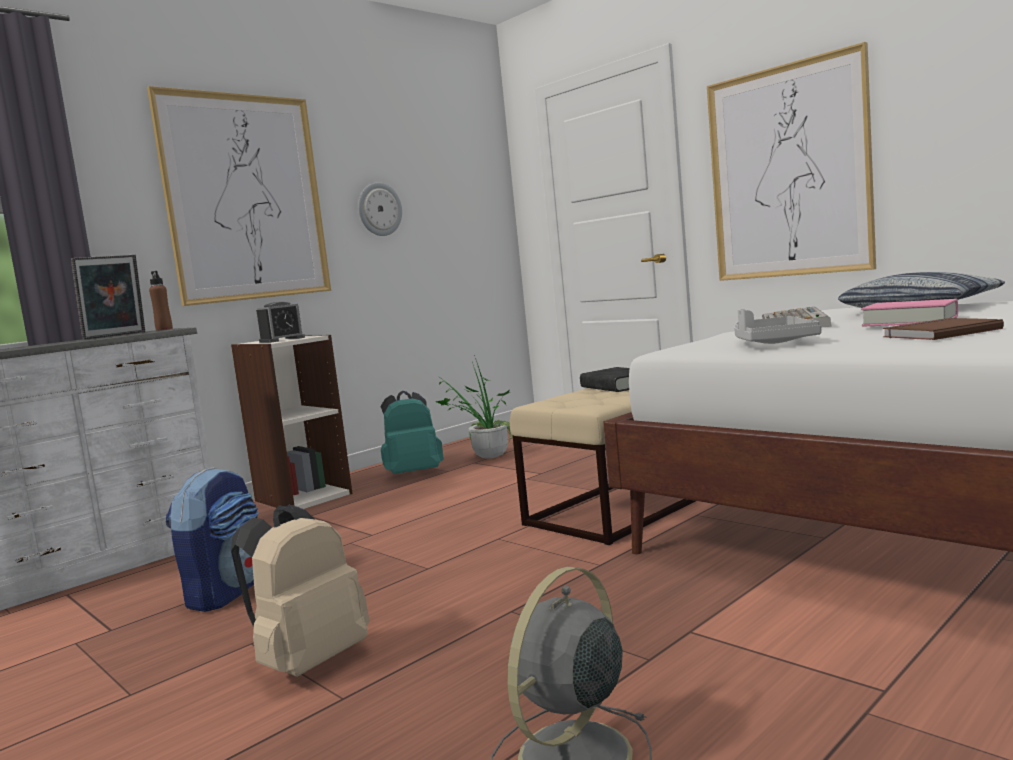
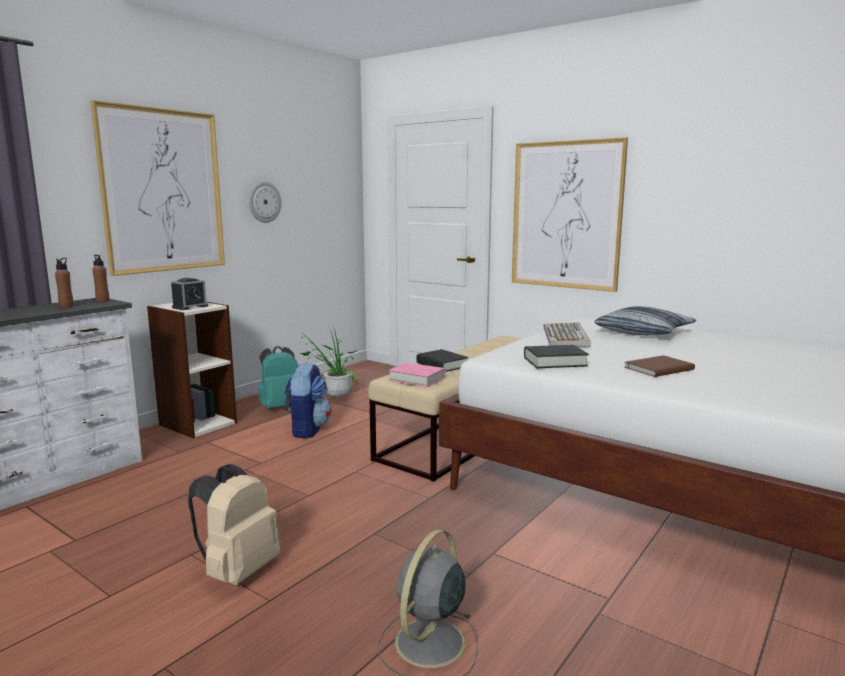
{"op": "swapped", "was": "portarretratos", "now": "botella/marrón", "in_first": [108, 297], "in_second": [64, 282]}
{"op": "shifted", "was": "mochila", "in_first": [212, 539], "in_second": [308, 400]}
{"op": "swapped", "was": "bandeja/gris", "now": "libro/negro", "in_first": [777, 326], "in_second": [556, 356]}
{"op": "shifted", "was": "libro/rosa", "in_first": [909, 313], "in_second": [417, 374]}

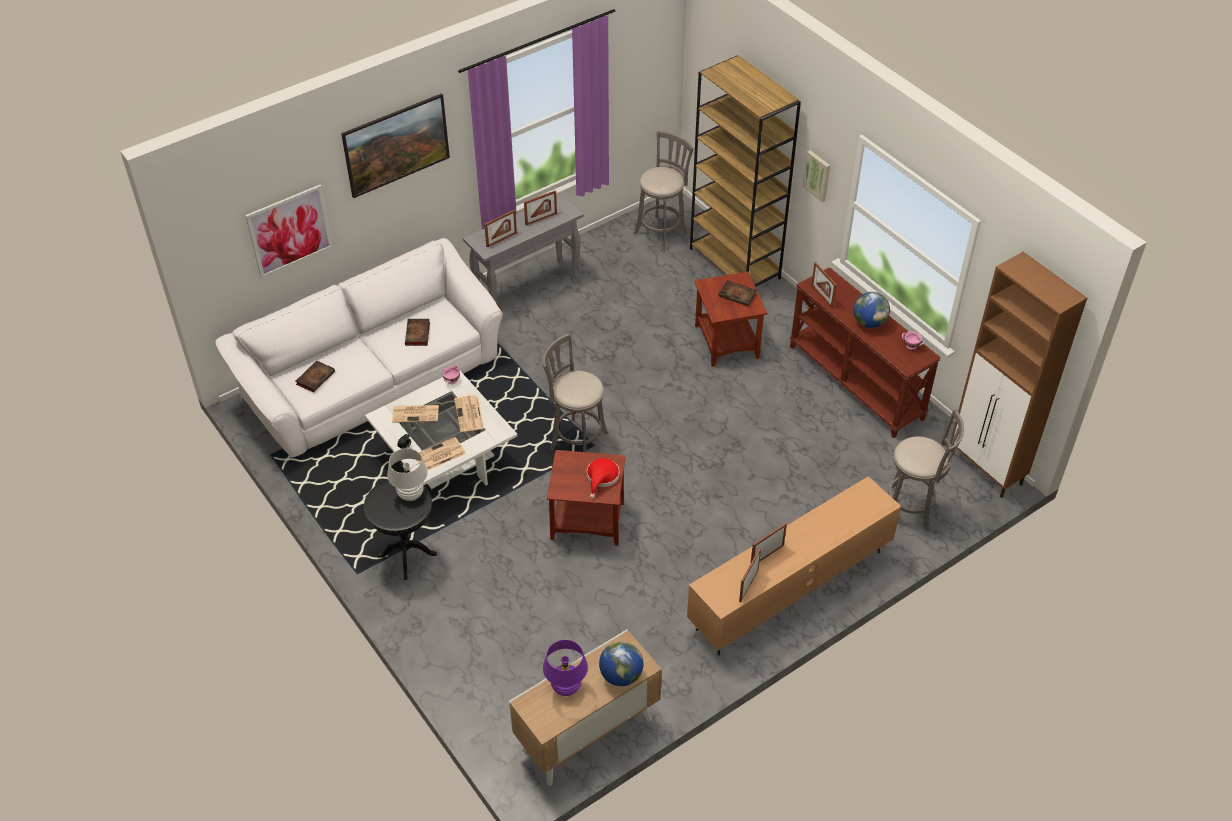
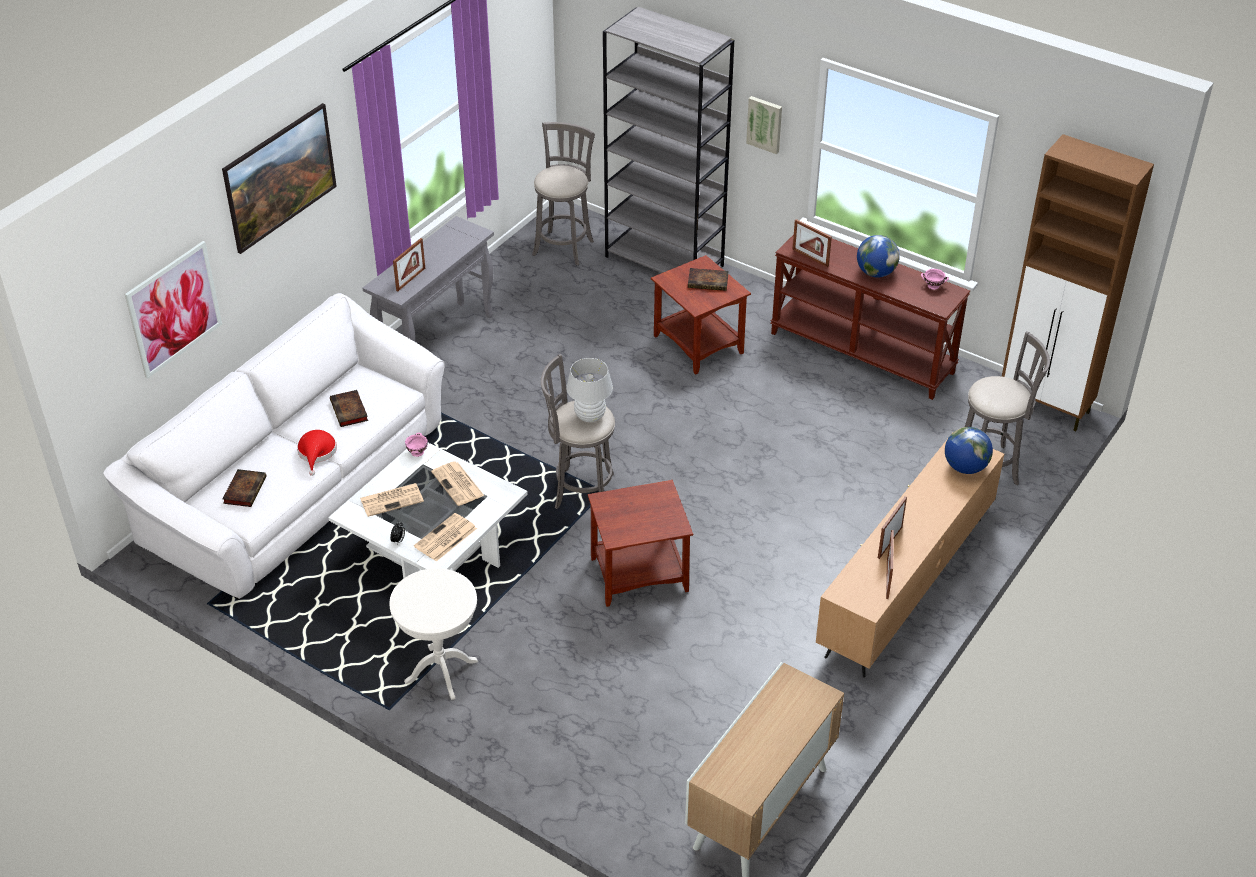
{"op": "repainted", "was": "mesa auxiliar/negro", "now": "mesa auxiliar/blanco", "in_first": [400, 530], "in_second": [433, 634]}
{"op": "shifted", "was": "lámpara de mesa/blanco", "in_first": [407, 474], "in_second": [589, 390]}
{"op": "gone", "was": "portarretratos", "in_first": [540, 207]}
{"op": "gone", "was": "lámpara de mesa/morado", "in_first": [565, 668]}
{"op": "shifted", "was": "sombrero/rojo", "in_first": [603, 478], "in_second": [317, 453]}
{"op": "shifted", "was": "globo terráqueo", "in_first": [621, 663], "in_second": [969, 450]}
{"op": "repainted", "was": "estantería/marrón", "now": "estantería/gris", "in_first": [745, 171], "in_second": [668, 140]}

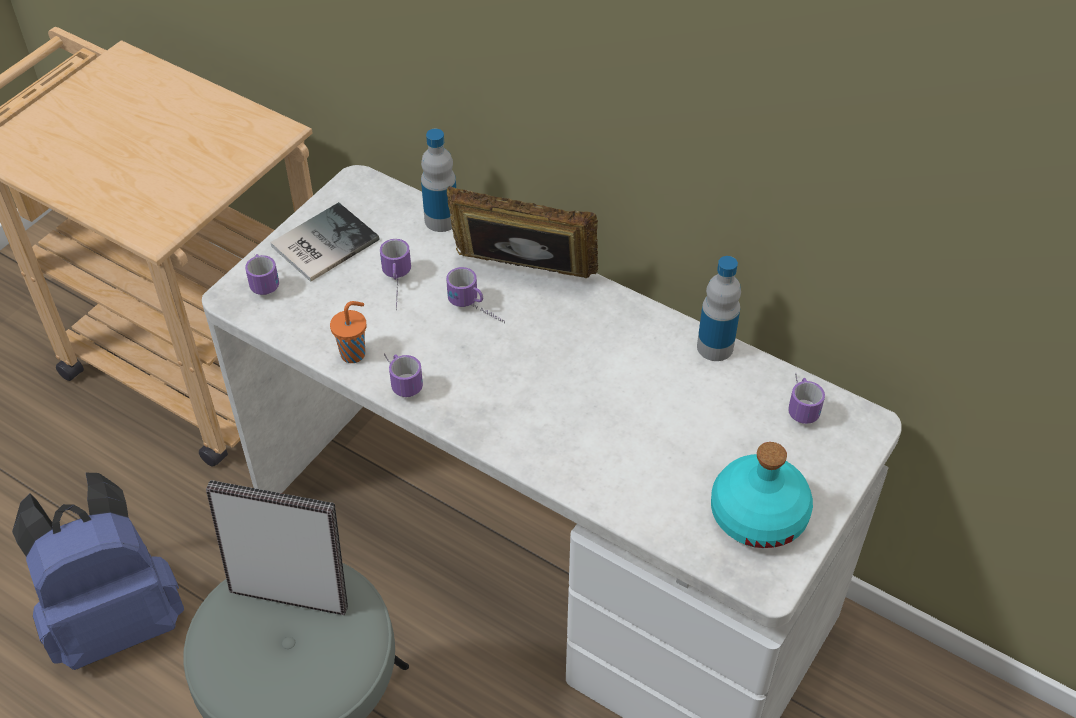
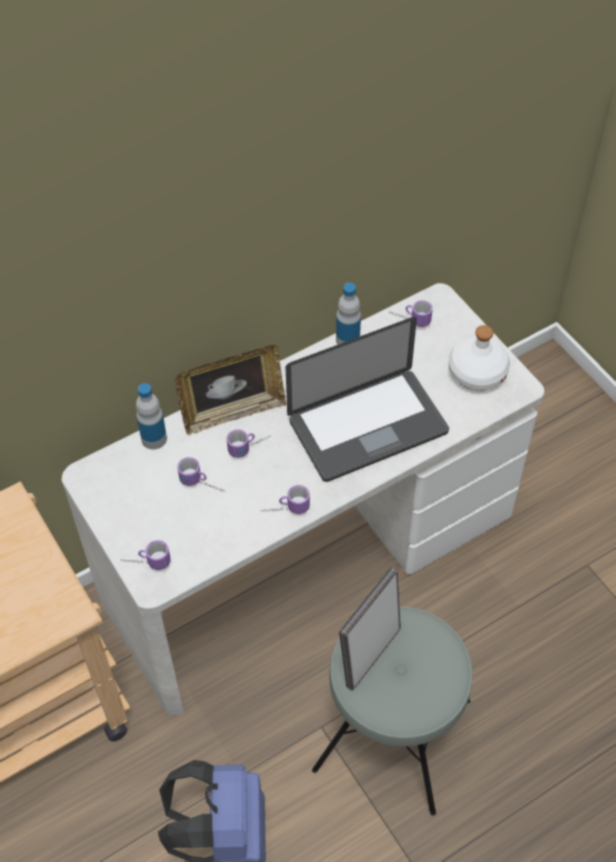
{"op": "gone", "was": "libro", "in_first": [324, 242]}
{"op": "gone", "was": "taza/naranja", "in_first": [348, 332]}
{"op": "rotated", "was": "portarretratos", "in_first": [522, 232], "in_second": [230, 390], "clockwise": -150}
{"op": "repainted", "was": "botella/turquesa", "now": "botella/blanco", "in_first": [762, 495], "in_second": [479, 358]}
{"op": "new", "now": "portátil", "in_second": [367, 399]}

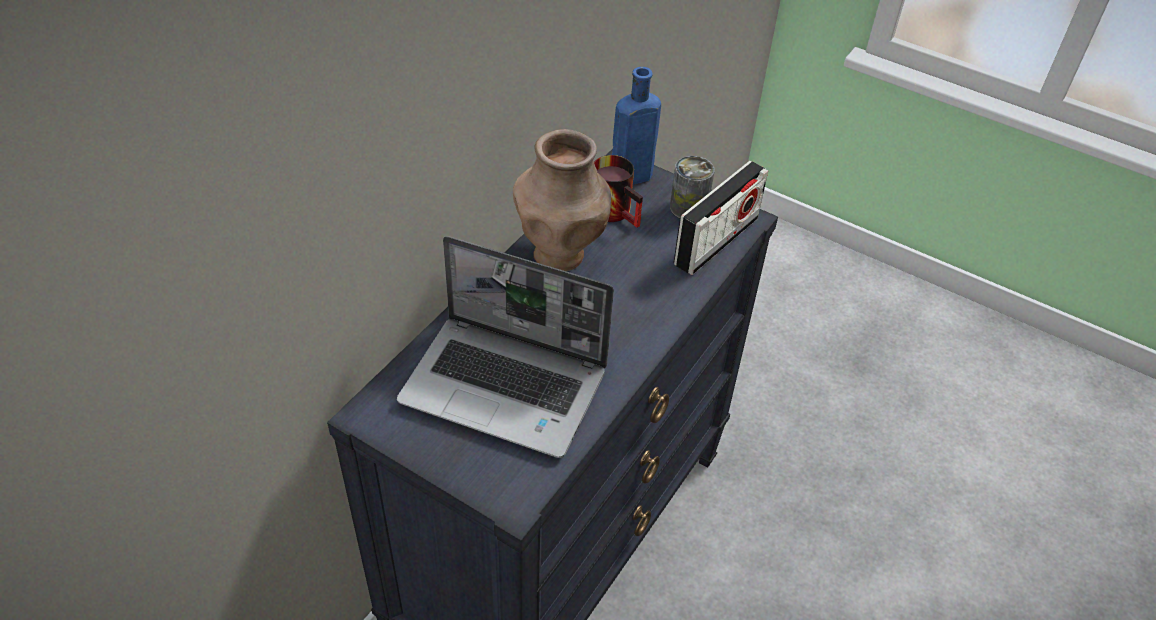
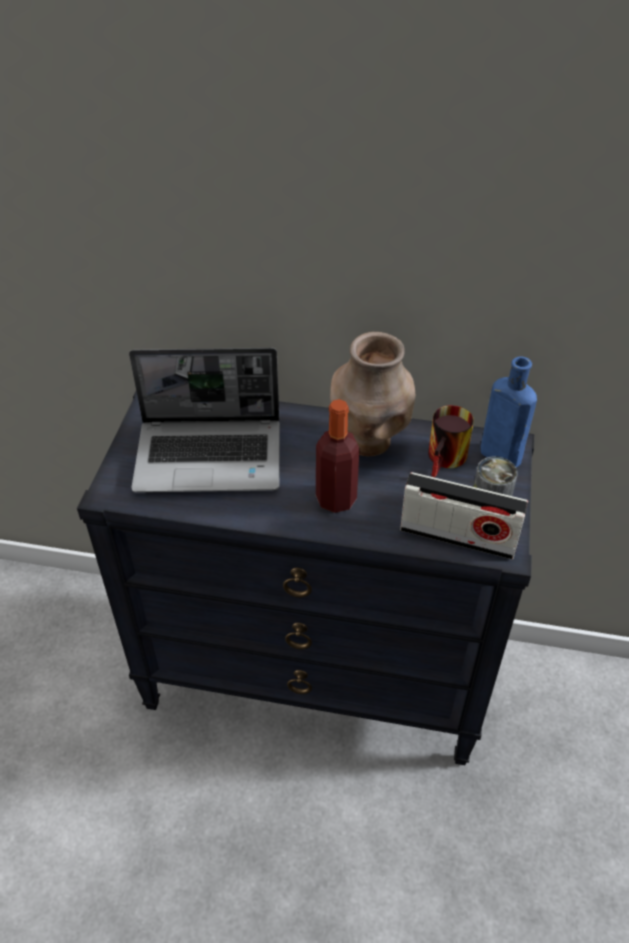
{"op": "rotated", "was": "portátil", "in_first": [505, 347], "in_second": [204, 420], "clockwise": -90}
{"op": "new", "now": "botella", "in_second": [338, 456]}

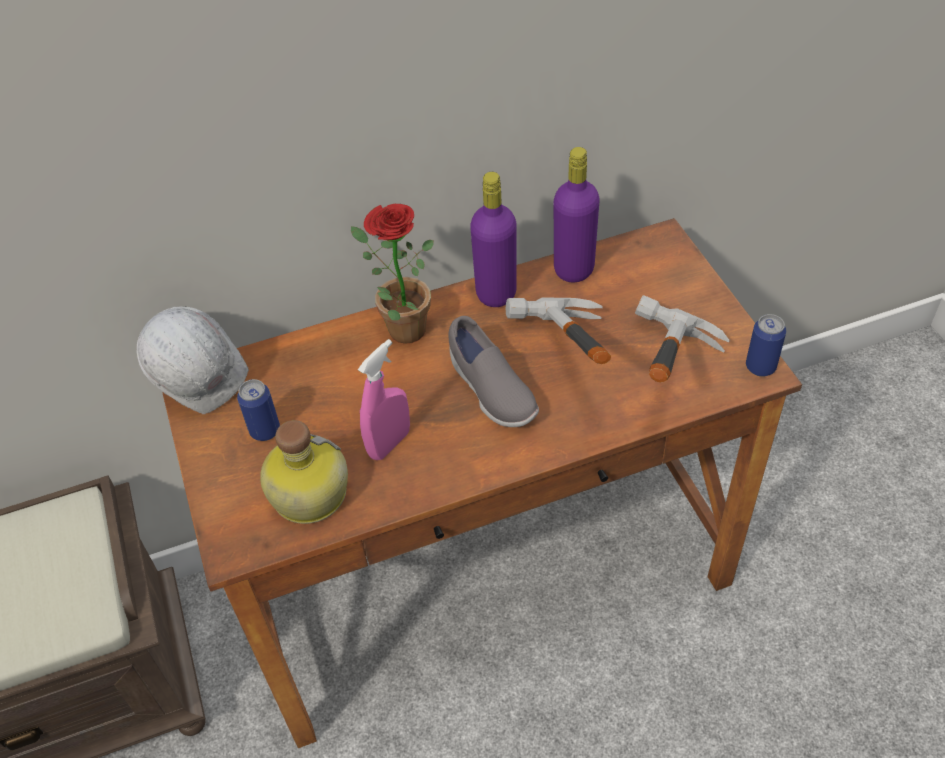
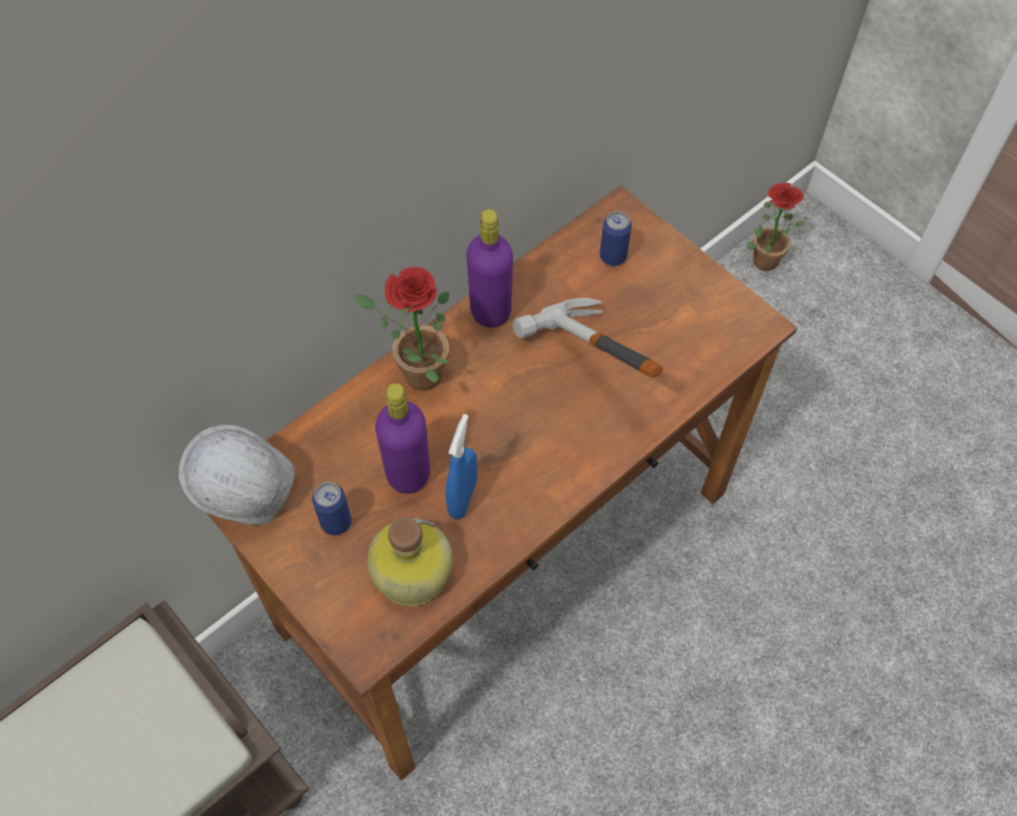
{"op": "repainted", "was": "pulverizador/rosa", "now": "pulverizador/azul", "in_first": [384, 399], "in_second": [461, 466]}
{"op": "gone", "was": "zapato/gris", "in_first": [493, 371]}
{"op": "shifted", "was": "botella/morado", "in_first": [577, 214], "in_second": [402, 438]}
{"op": "gone", "was": "martillo", "in_first": [682, 339]}
{"op": "shifted", "was": "lata", "in_first": [766, 345], "in_second": [616, 238]}
{"op": "new", "now": "planta en maceta", "in_second": [775, 227]}

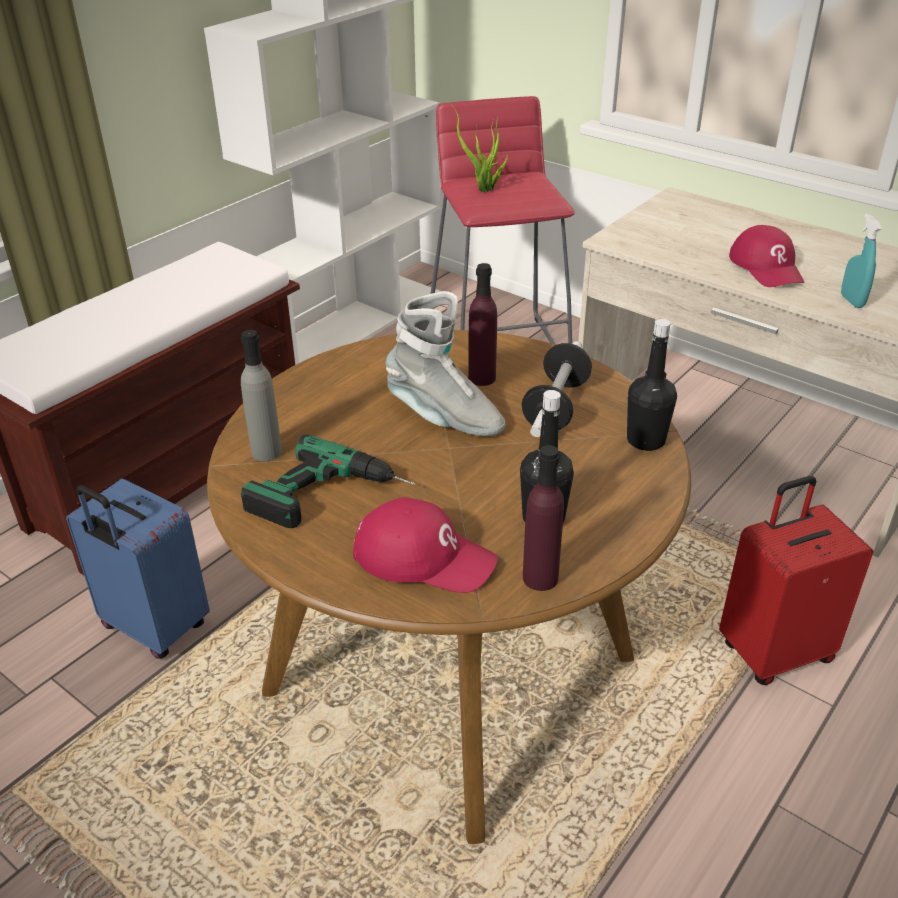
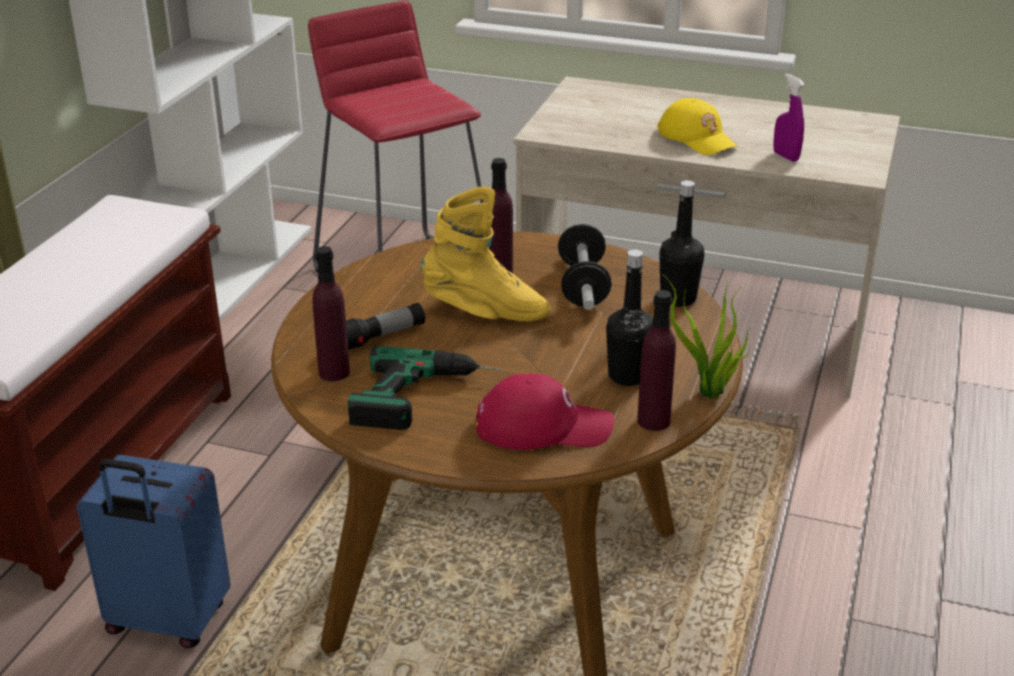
{"op": "repainted", "was": "botella/gris", "now": "botella/morado", "in_first": [261, 395], "in_second": [331, 313]}
{"op": "repainted", "was": "bota/gris", "now": "bota/amarillo", "in_first": [445, 363], "in_second": [486, 254]}
{"op": "shifted", "was": "planta en maceta", "in_first": [479, 147], "in_second": [706, 337]}
{"op": "gone", "was": "maleta/rojo", "in_first": [796, 580]}
{"op": "repainted", "was": "gorra/rojo", "now": "gorra/amarillo", "in_first": [766, 256], "in_second": [697, 126]}
{"op": "repainted", "was": "pulverizador/turquesa", "now": "pulverizador/morado", "in_first": [861, 260], "in_second": [789, 118]}
{"op": "new", "now": "linterna", "in_second": [385, 326]}

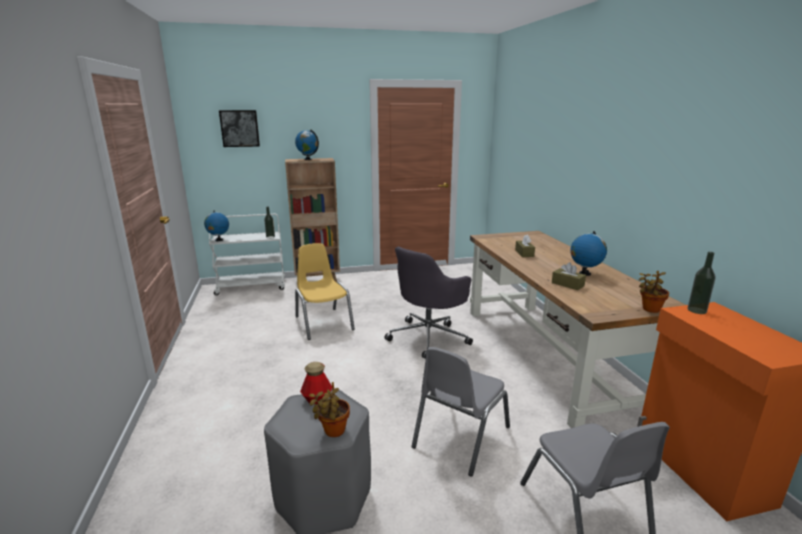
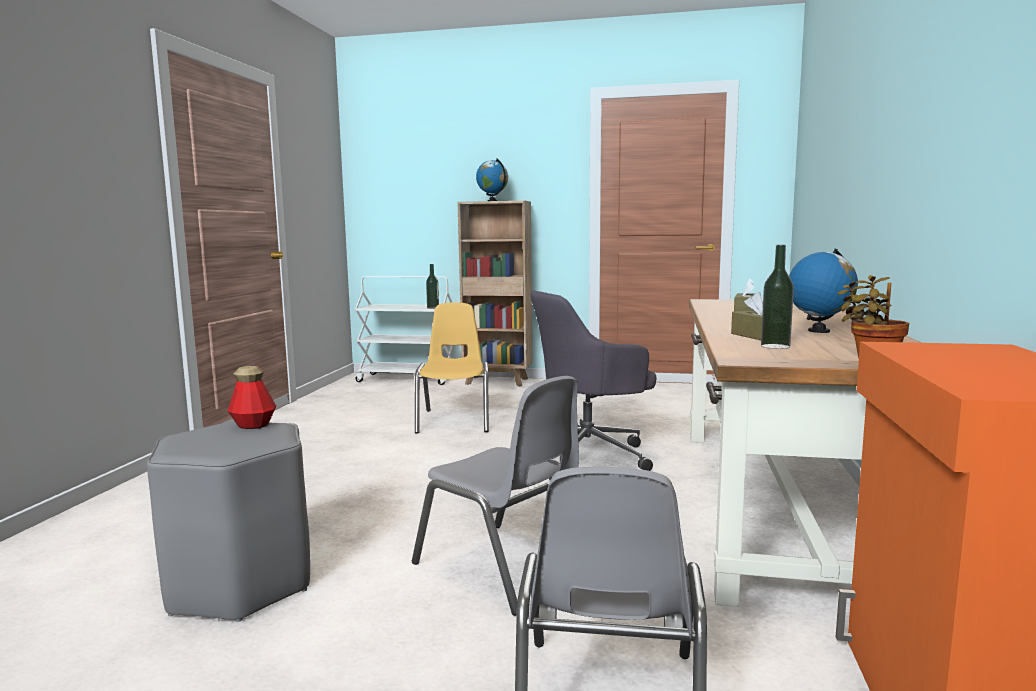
{"op": "gone", "was": "globo terráqueo", "in_first": [216, 226]}
{"op": "gone", "was": "cuadro", "in_first": [239, 128]}
{"op": "gone", "was": "planta en maceta", "in_first": [329, 409]}
{"op": "rotated", "was": "silla/gris", "in_first": [461, 412], "in_second": [495, 496], "clockwise": -105}
{"op": "shifted", "was": "botella", "in_first": [701, 283], "in_second": [777, 297]}

